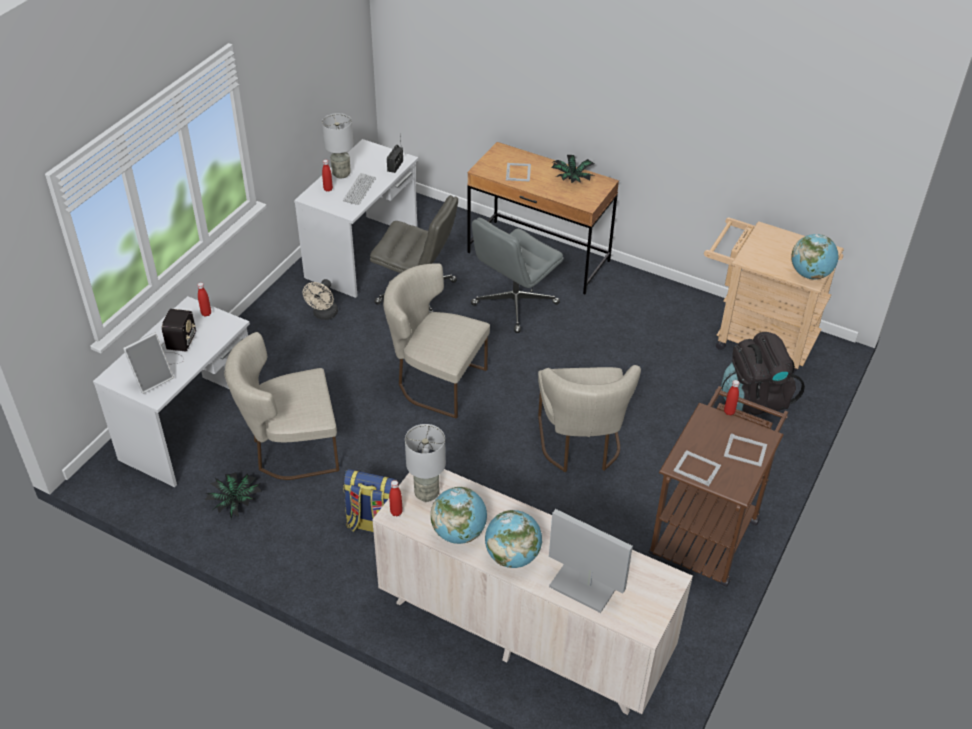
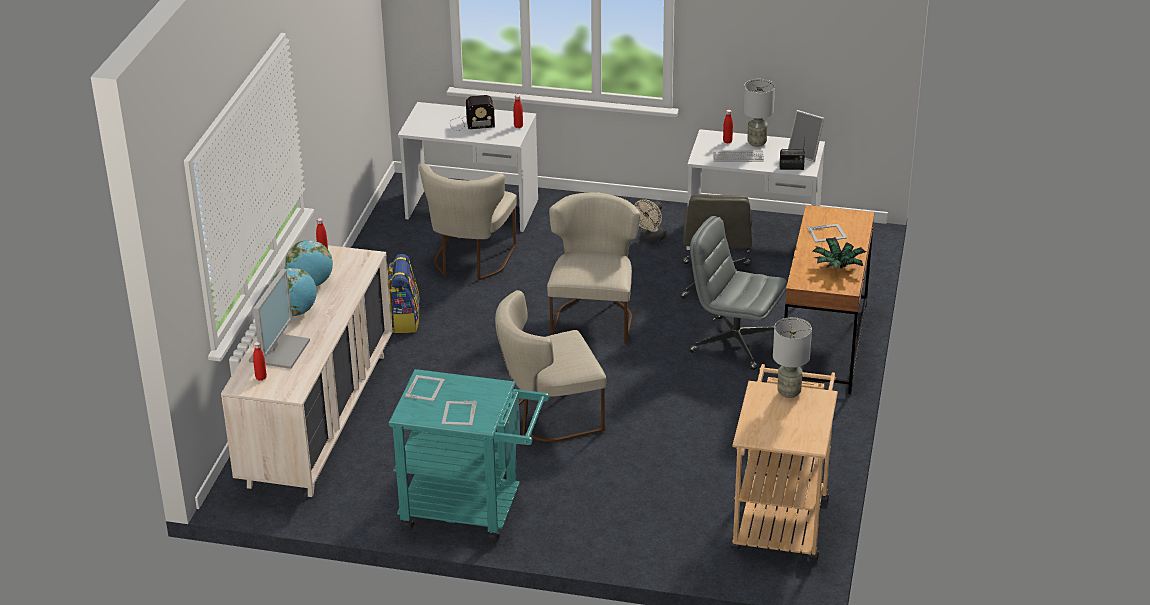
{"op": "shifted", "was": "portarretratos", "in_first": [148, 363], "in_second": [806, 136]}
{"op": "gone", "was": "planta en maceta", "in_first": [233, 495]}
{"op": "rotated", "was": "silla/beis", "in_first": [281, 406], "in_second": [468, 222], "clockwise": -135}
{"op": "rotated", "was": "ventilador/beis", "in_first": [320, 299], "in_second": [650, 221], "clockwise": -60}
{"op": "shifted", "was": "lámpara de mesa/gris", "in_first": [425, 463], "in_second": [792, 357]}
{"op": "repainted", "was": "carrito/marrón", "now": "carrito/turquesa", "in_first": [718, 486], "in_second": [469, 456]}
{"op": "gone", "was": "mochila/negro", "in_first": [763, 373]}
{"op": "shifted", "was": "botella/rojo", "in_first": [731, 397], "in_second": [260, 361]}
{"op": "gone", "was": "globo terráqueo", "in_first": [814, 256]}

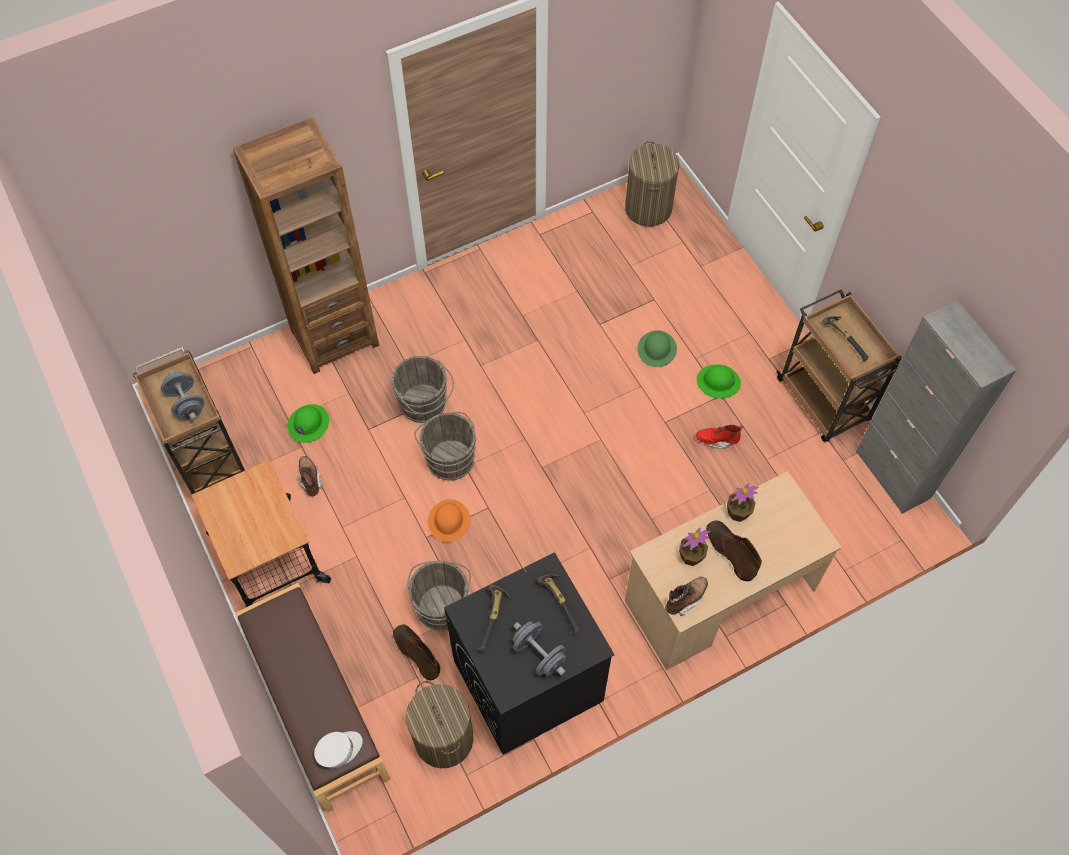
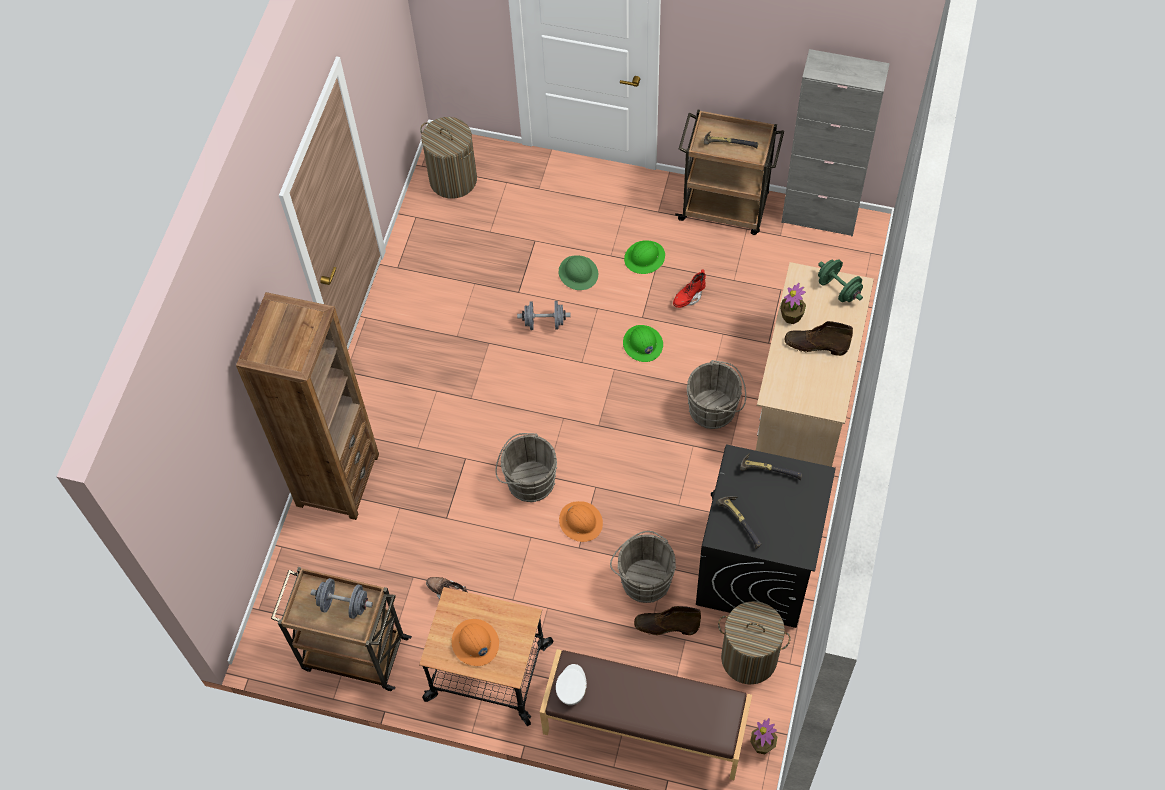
{"op": "shifted", "was": "casco/verde", "in_first": [308, 423], "in_second": [643, 343]}
{"op": "shifted", "was": "gorra/blanco", "in_first": [338, 749], "in_second": [571, 684]}
{"op": "shifted", "was": "cubo/gris", "in_first": [423, 389], "in_second": [716, 394]}
{"op": "shifted", "was": "mancuerna/gris", "in_first": [539, 648], "in_second": [544, 315]}
{"op": "gone", "was": "bota/marrón", "in_first": [686, 597]}
{"op": "shifted", "was": "planta en maceta", "in_first": [694, 547], "in_second": [763, 736]}
{"op": "new", "now": "casco/naranja", "in_second": [475, 642]}
{"op": "new", "now": "mancuerna/verde", "in_second": [840, 280]}

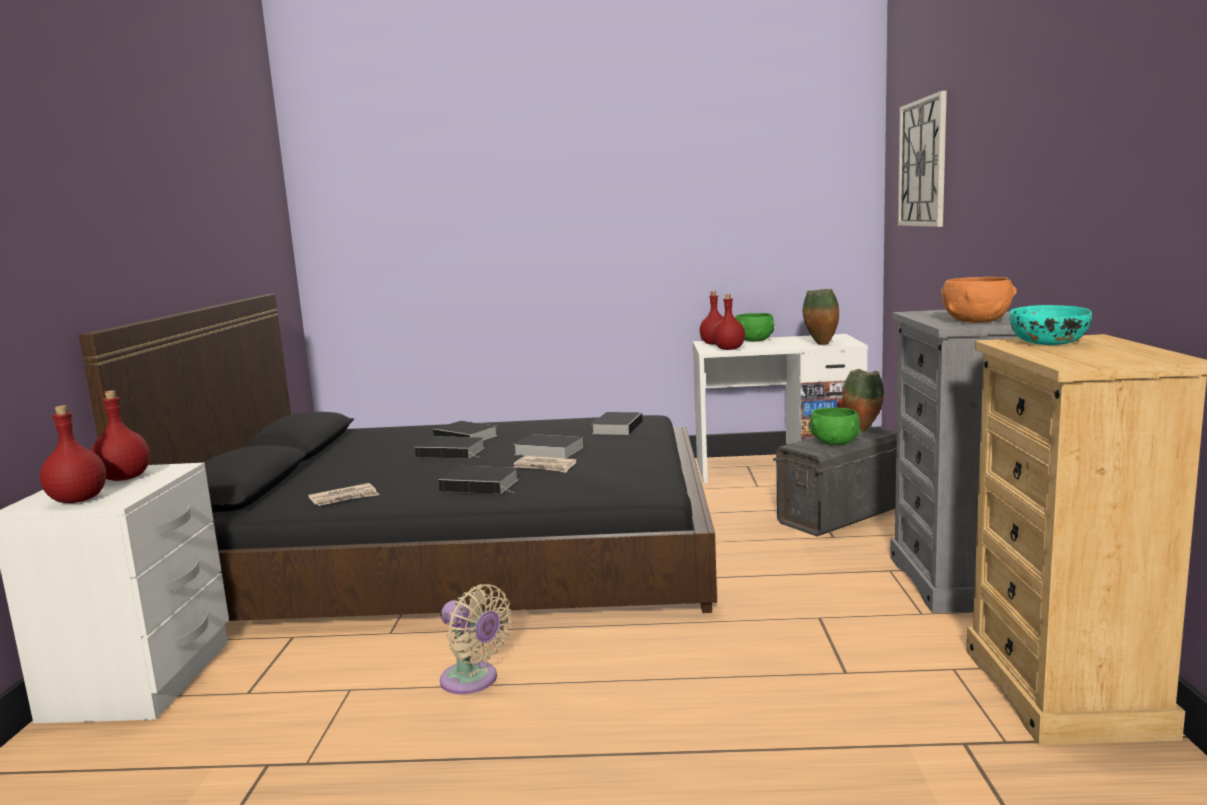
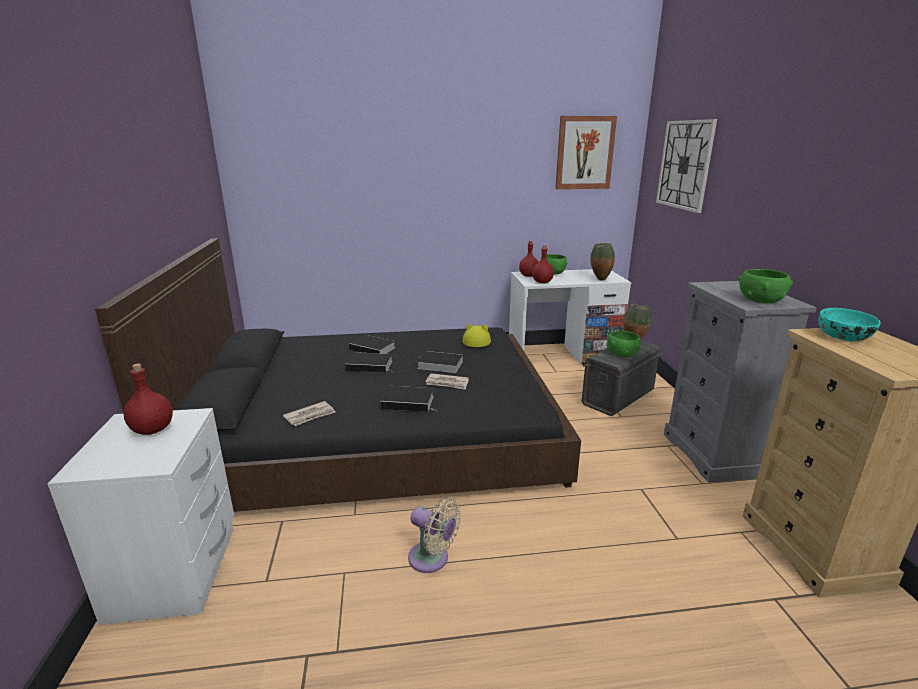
{"op": "gone", "was": "botella/rojo", "in_first": [73, 454]}
{"op": "swapped", "was": "libro", "now": "sombrero/amarillo", "in_first": [617, 423], "in_second": [476, 335]}
{"op": "repainted", "was": "cuenco/naranja", "now": "cuenco/verde", "in_first": [979, 300], "in_second": [765, 286]}
{"op": "new", "now": "cuadro", "in_second": [586, 152]}

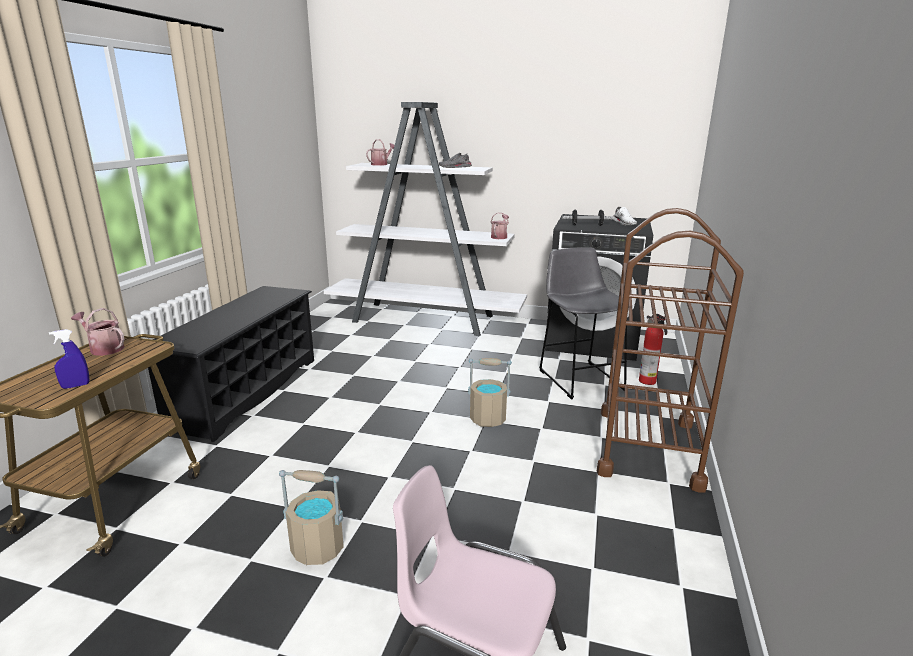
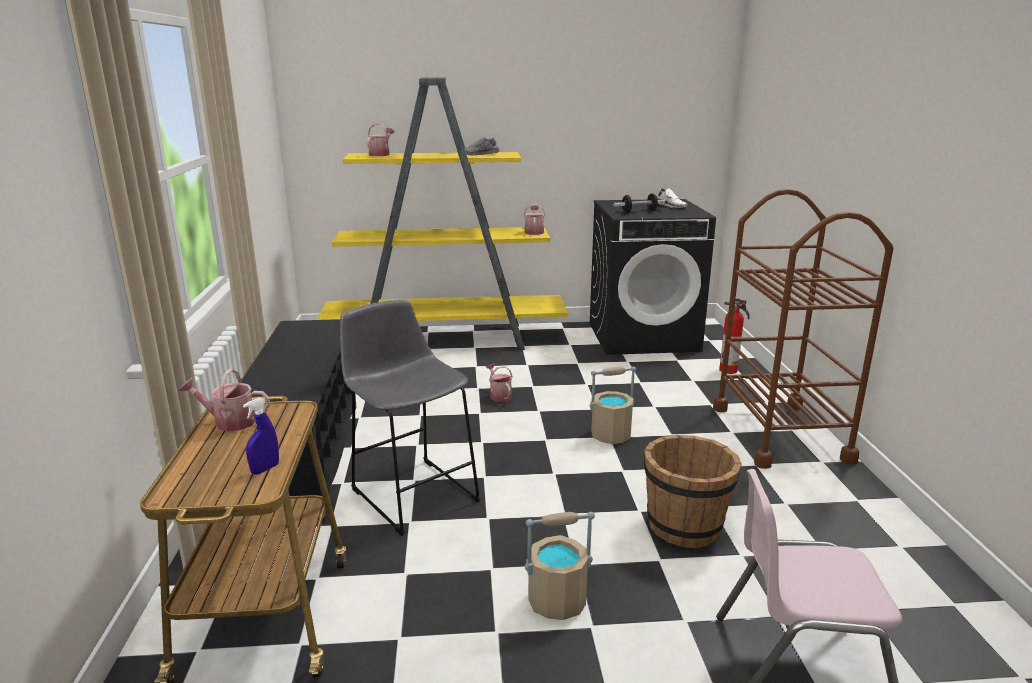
{"op": "repainted", "was": "estantería/blanco", "now": "estantería/amarillo", "in_first": [425, 219], "in_second": [442, 213]}
{"op": "shifted", "was": "taburete/gris", "in_first": [583, 323], "in_second": [410, 417]}
{"op": "new", "now": "regadera", "in_second": [499, 383]}
{"op": "new", "now": "cubo/marrón", "in_second": [693, 491]}

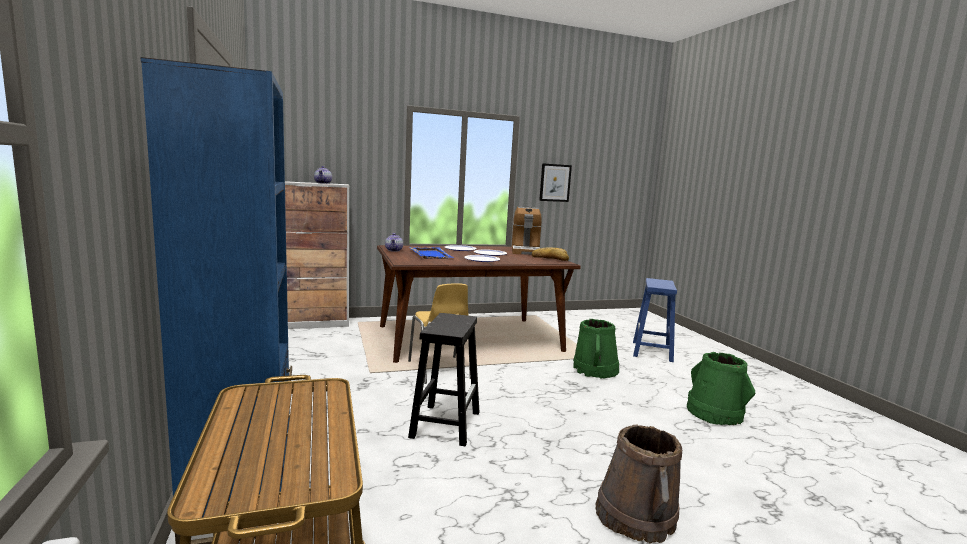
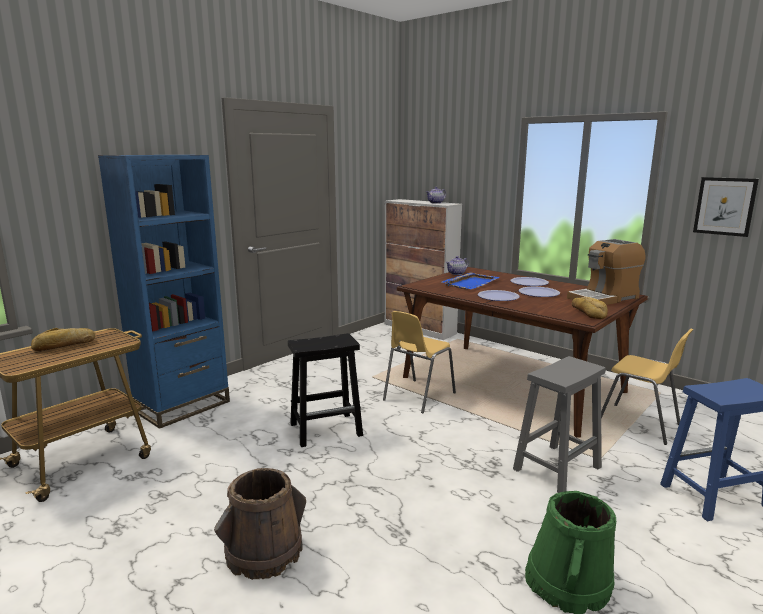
{"op": "swapped", "was": "cubo/verde", "now": "taburete/gris", "in_first": [596, 348], "in_second": [559, 424]}
{"op": "new", "now": "pan", "in_second": [63, 339]}
{"op": "new", "now": "silla/amarillo", "in_second": [647, 387]}

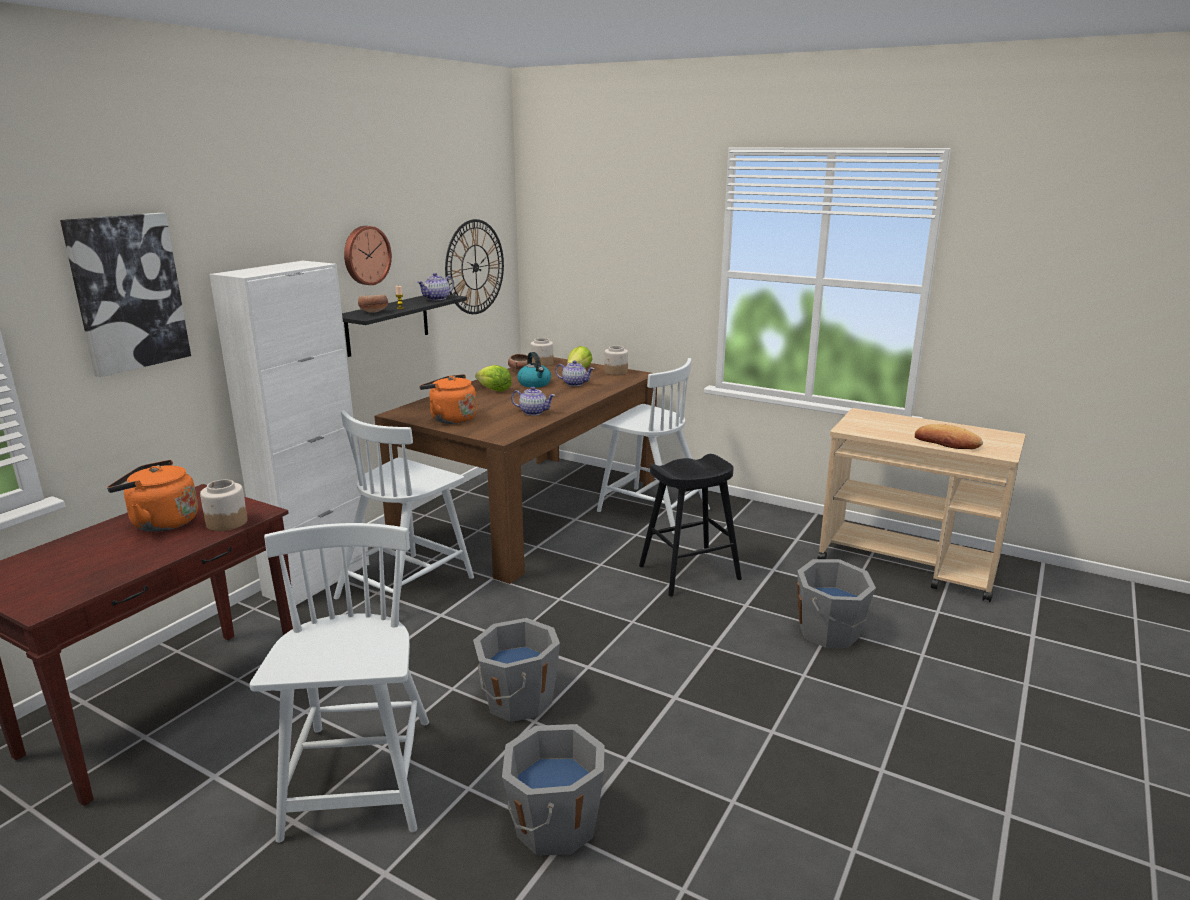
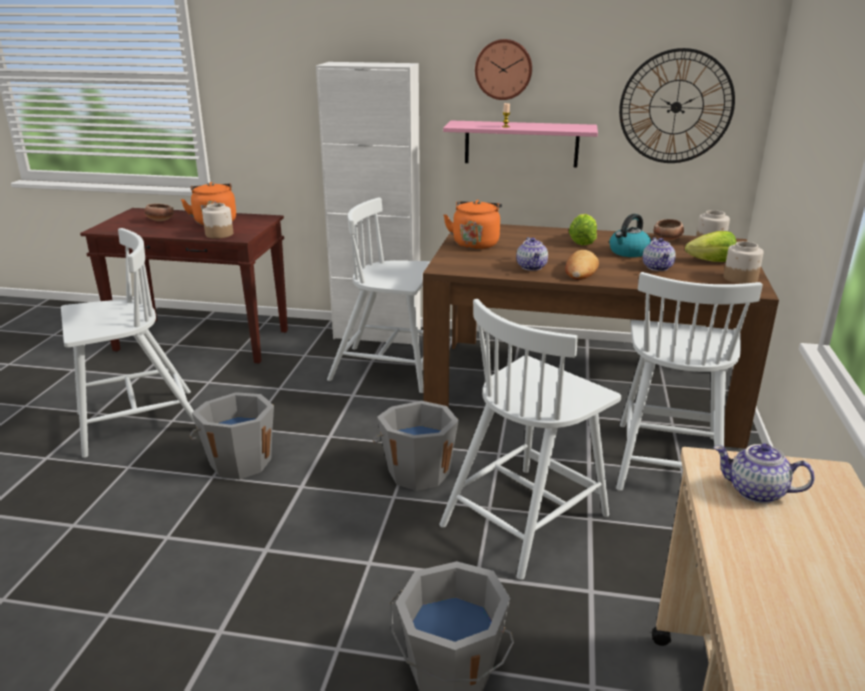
{"op": "gone", "was": "cuadro", "in_first": [125, 295]}
{"op": "repainted", "was": "estante/negro", "now": "estante/rosa", "in_first": [404, 326], "in_second": [520, 143]}
{"op": "shifted", "was": "cuenco", "in_first": [373, 304], "in_second": [159, 212]}
{"op": "shifted", "was": "tetera", "in_first": [435, 286], "in_second": [764, 473]}
{"op": "shifted", "was": "cubo/gris", "in_first": [553, 789], "in_second": [416, 446]}
{"op": "swapped", "was": "taburete/negro", "now": "silla/blanco", "in_first": [690, 525], "in_second": [530, 439]}
{"op": "shifted", "was": "pan", "in_first": [949, 436], "in_second": [582, 265]}

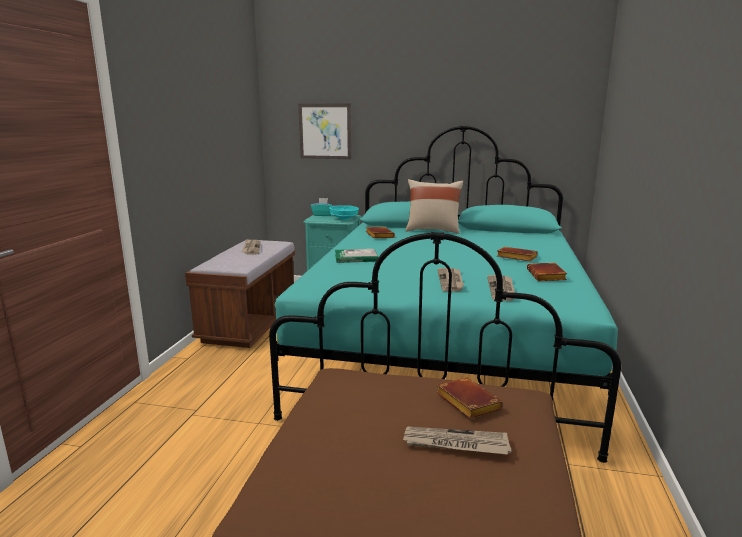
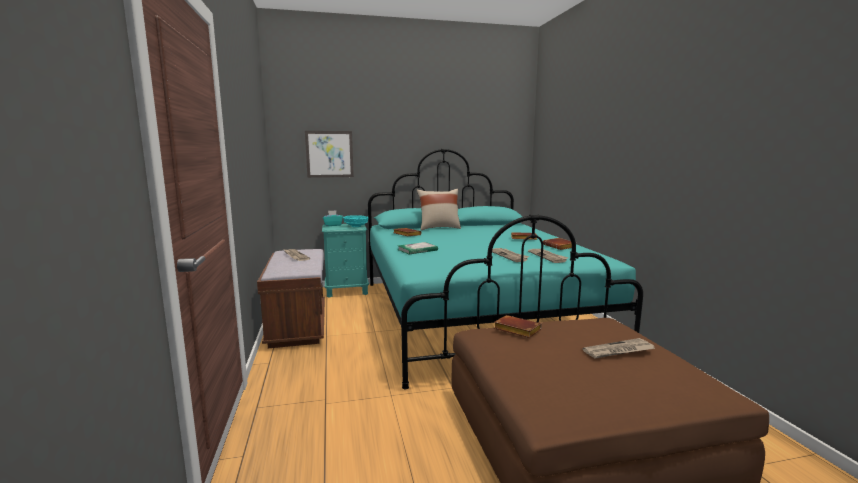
{"op": "shifted", "was": "libro/marrón", "in_first": [469, 398], "in_second": [518, 326]}

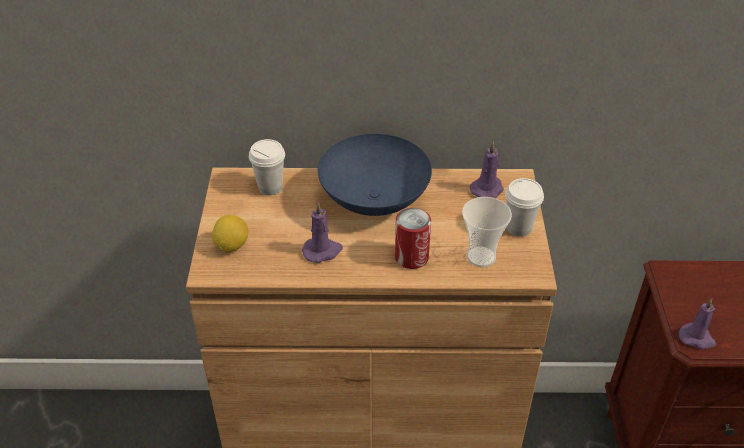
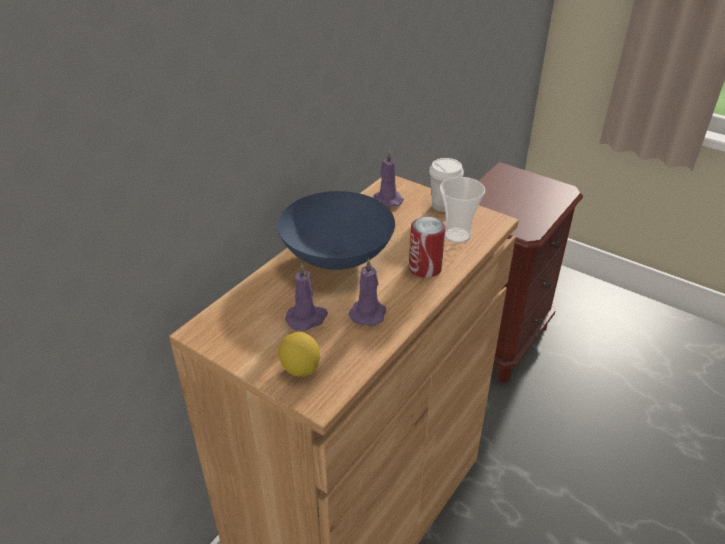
{"op": "gone", "was": "taza/blanco", "in_first": [267, 167]}
{"op": "shifted", "was": "vela/morado", "in_first": [697, 324], "in_second": [306, 297]}

